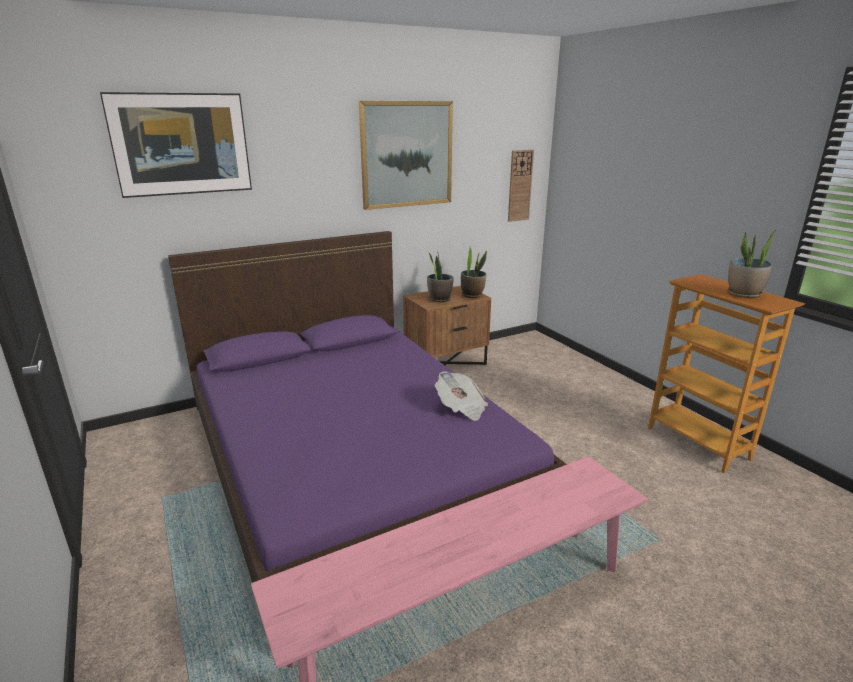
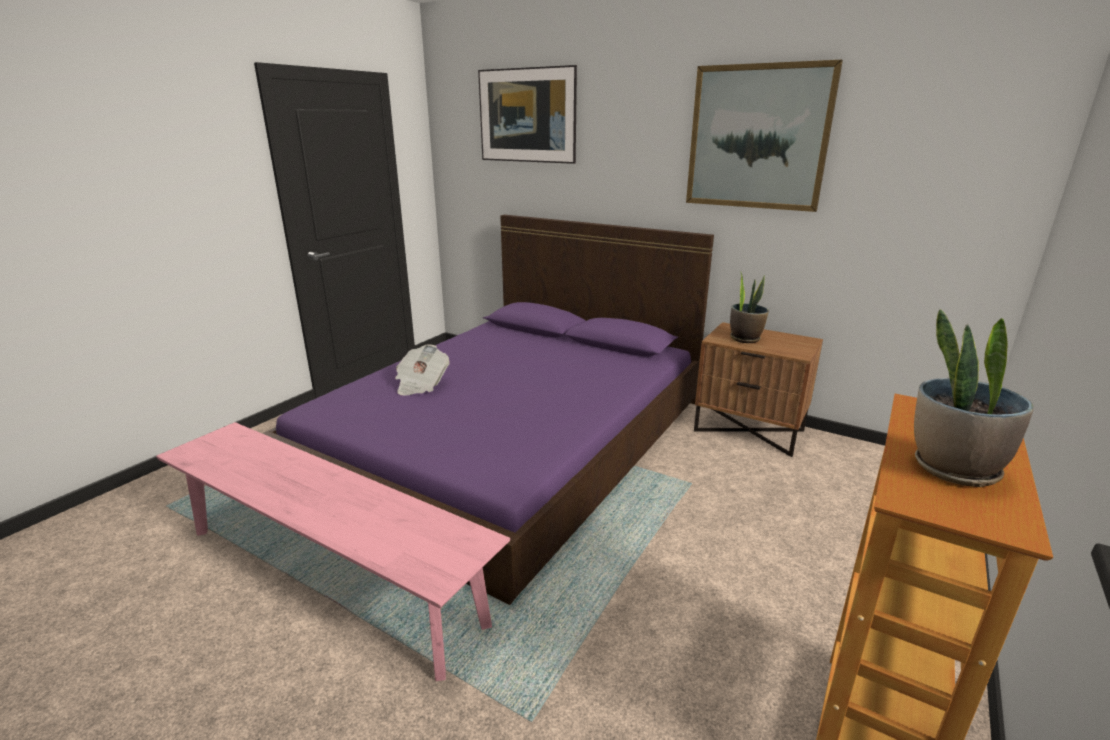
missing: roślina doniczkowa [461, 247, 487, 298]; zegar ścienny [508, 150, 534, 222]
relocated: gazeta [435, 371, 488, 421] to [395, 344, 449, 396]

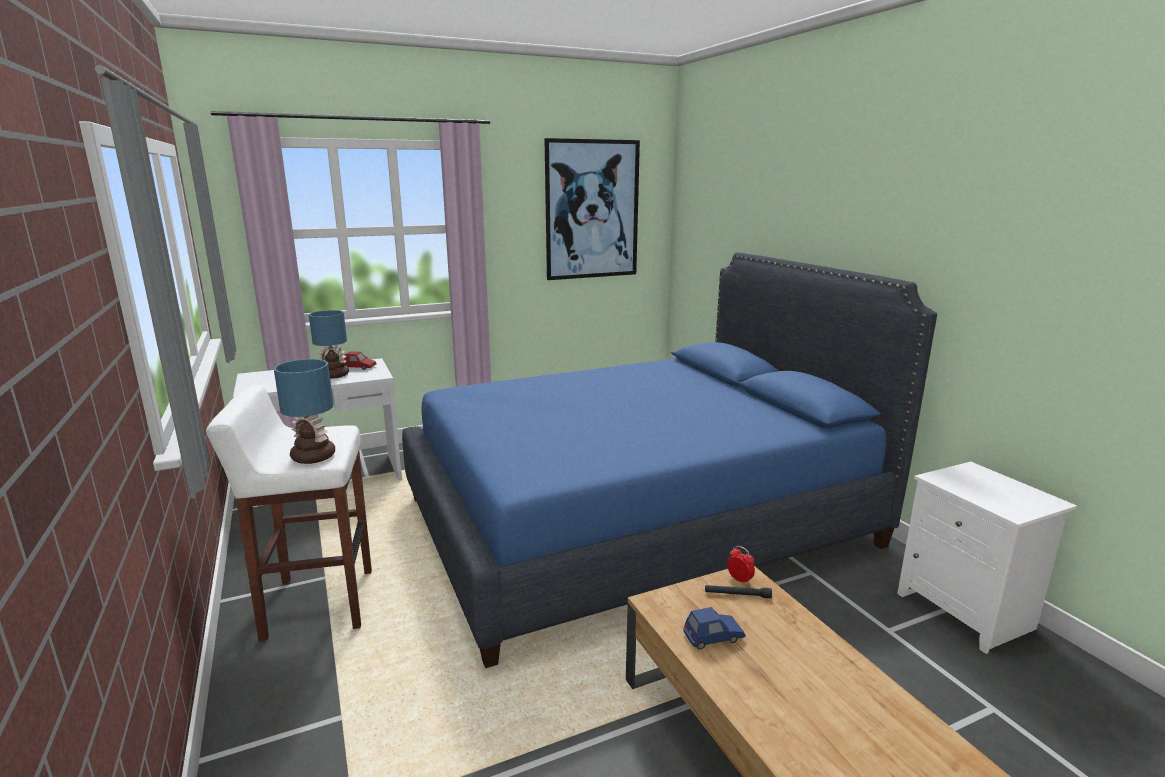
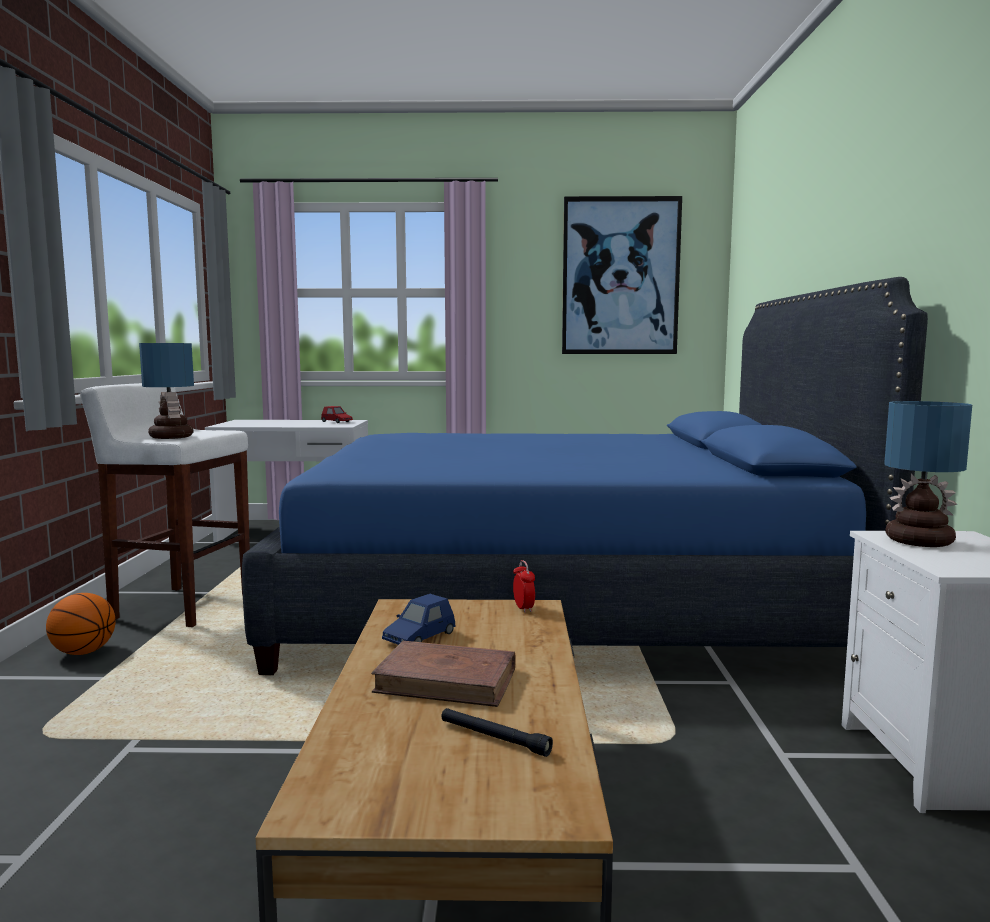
appeared: piłka do koszykówki [46, 593, 116, 655]; książka/brązowy [371, 641, 516, 707]
relocated: lampa stołowa [309, 310, 349, 379] to [884, 401, 972, 547]; latarka/czarny [705, 585, 772, 598] to [441, 708, 553, 757]
spun: samochodzik/niebieski [683, 607, 746, 650] = [382, 594, 455, 645] 120 degrees clockwise

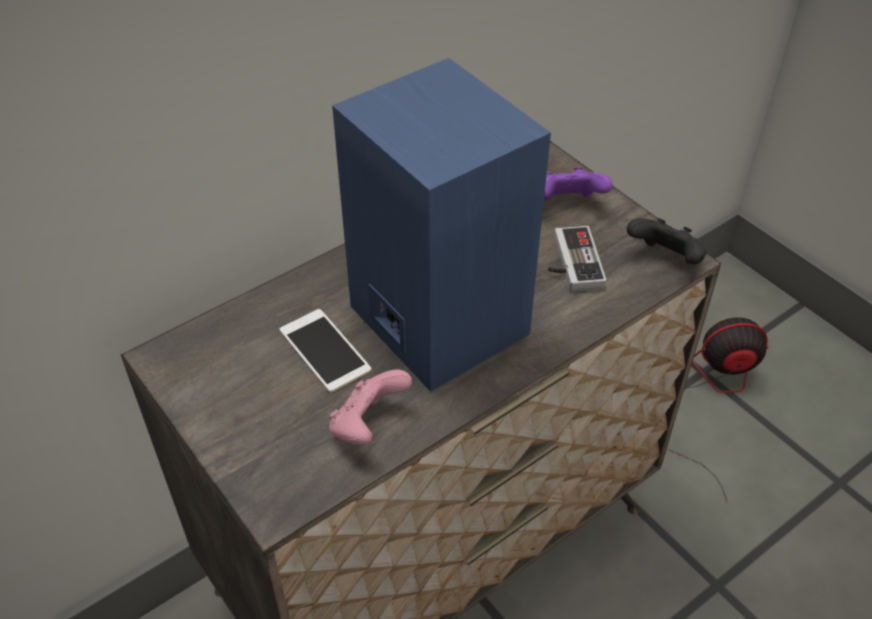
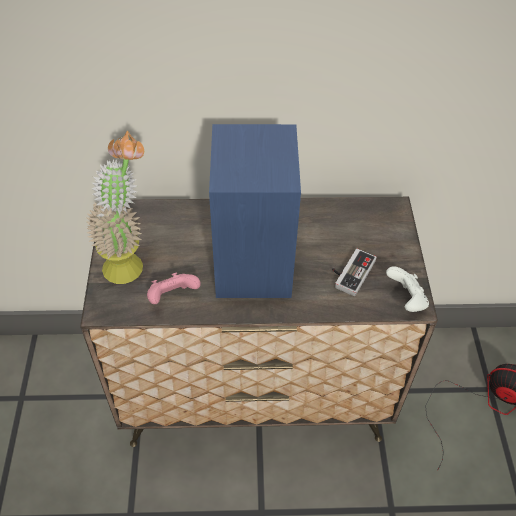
missing: telefon [280, 309, 372, 392]; pad do gier/fioletowy [544, 166, 612, 200]
appeared: roślina doniczkowa [86, 131, 144, 284]
colour: pad do gier/czarny [627, 218, 707, 264] to pad do gier/biały [386, 266, 429, 312]

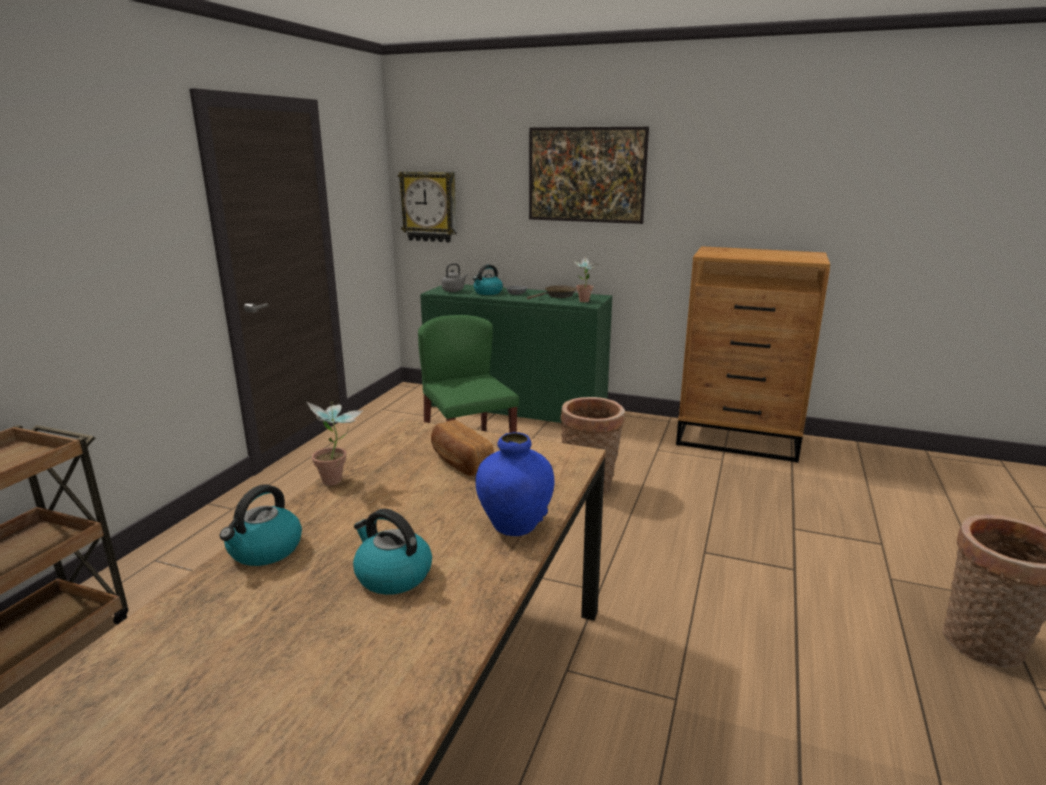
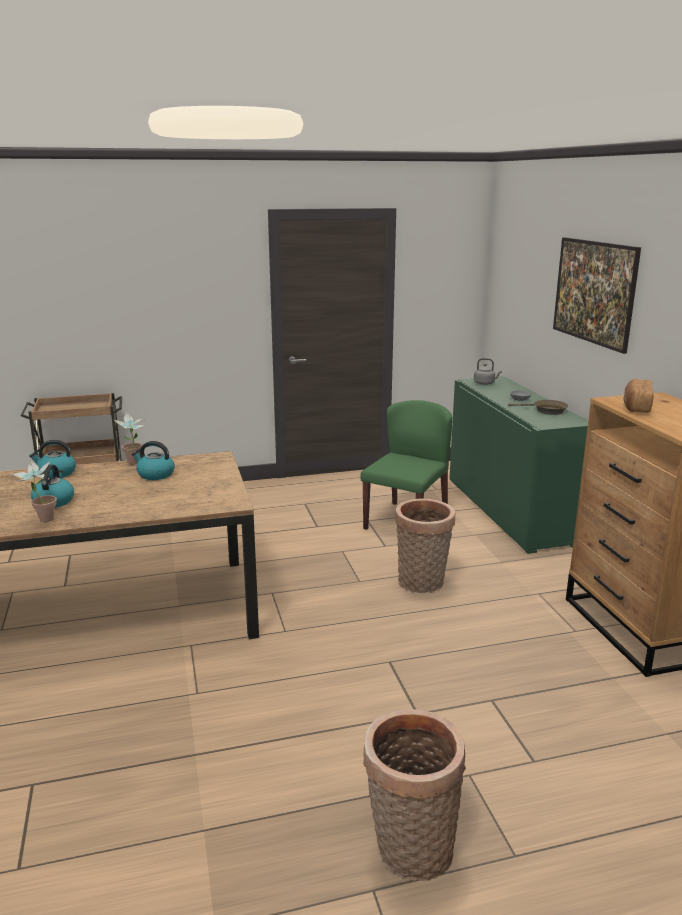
missing: zegar ścienny [398, 171, 457, 242]; wazon/niebieski [475, 432, 554, 536]
relocated: chleb [431, 420, 494, 476] to [623, 379, 653, 413]; czajnik [473, 264, 503, 295] to [132, 441, 175, 480]; roślina doniczkowa [572, 256, 596, 302] to [11, 461, 57, 522]

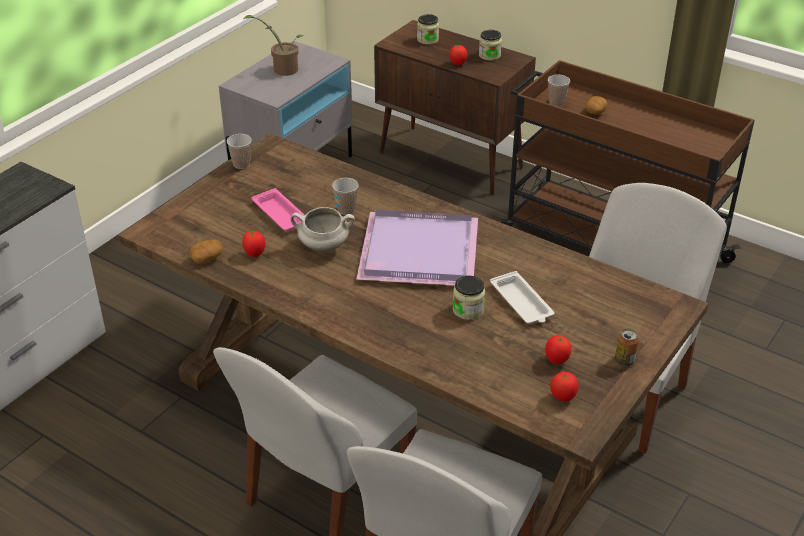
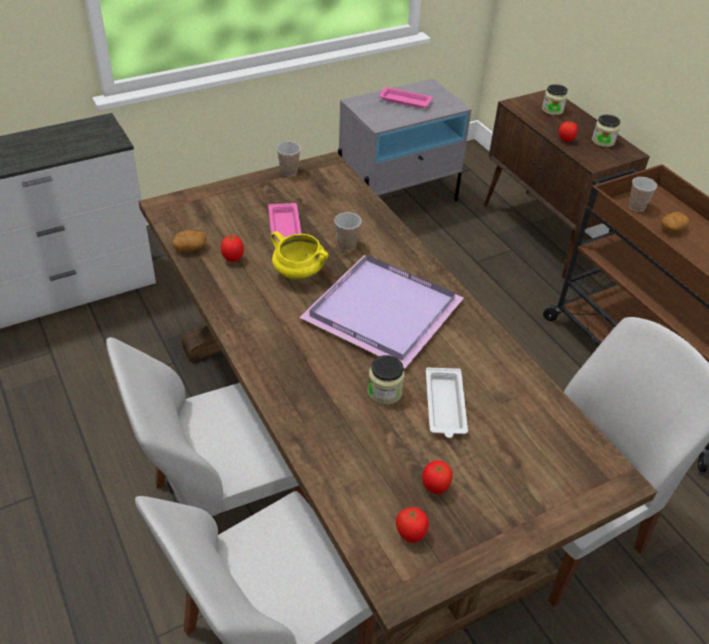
missing: puszka [615, 329, 639, 366]
exchanged: roślina doniczkowa [244, 15, 304, 76] to taca/różowy [379, 87, 433, 108]
colour: garnek/biały [290, 207, 355, 252] to garnek/żółty [271, 231, 329, 280]

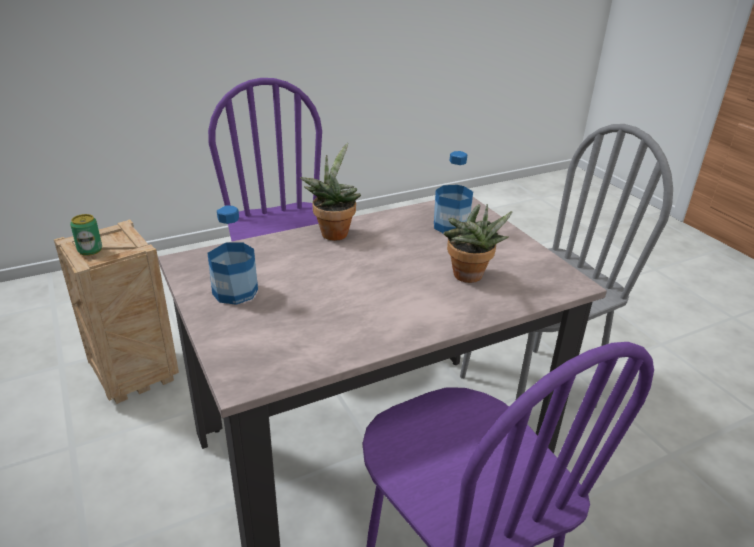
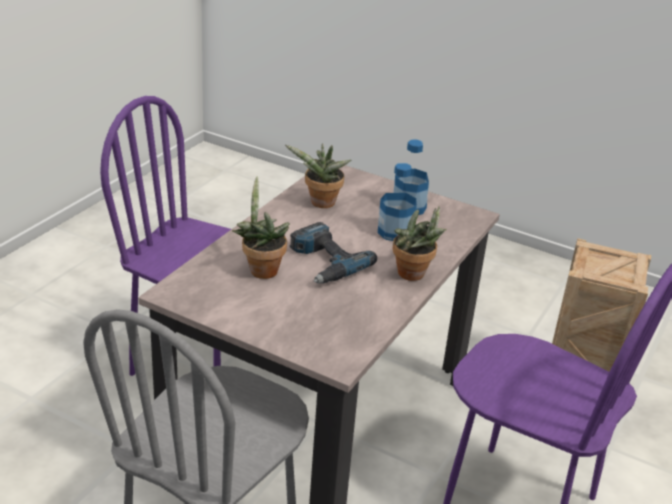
missing: puszka [70, 214, 102, 256]
appeared: roślina doniczkowa [285, 143, 351, 208]; wiertarka [290, 222, 377, 284]
relocated: butelka [434, 151, 473, 233] to [378, 163, 417, 241]

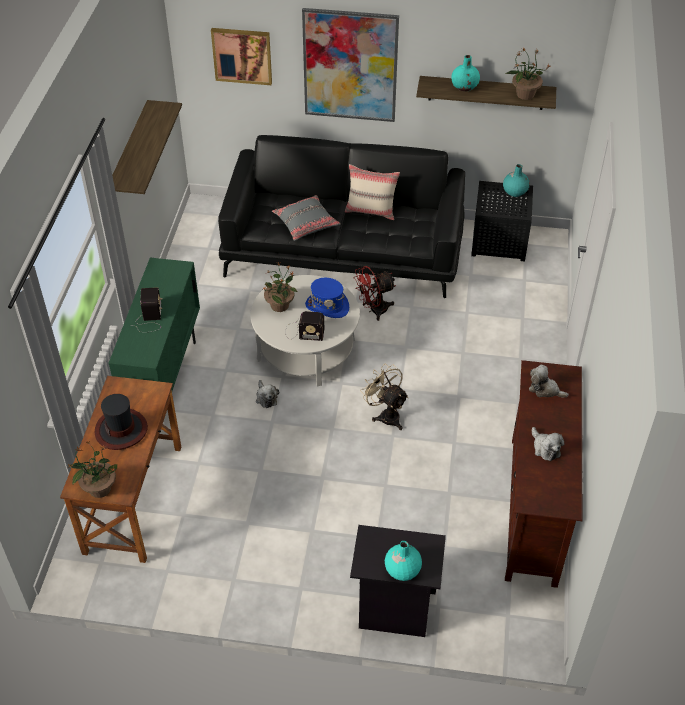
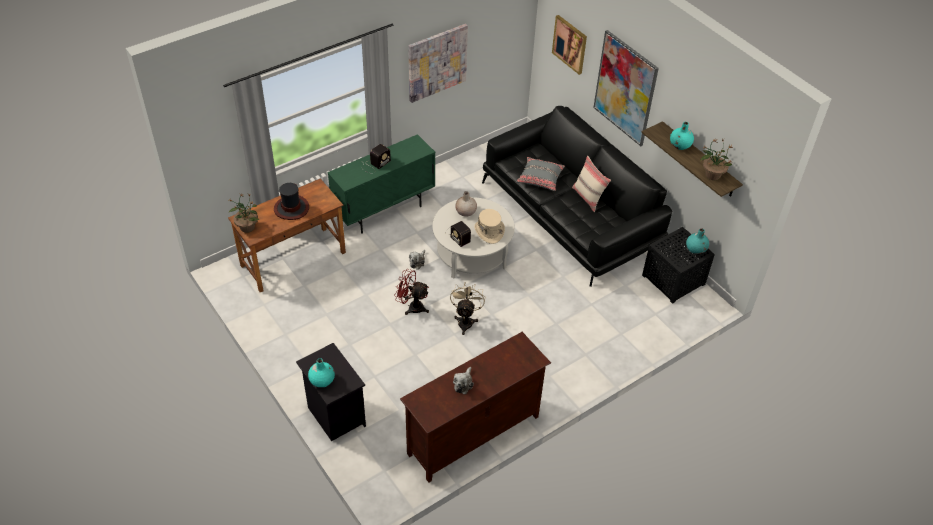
missing: pluszak [529, 364, 569, 398]
relocated: wentylator/czerwony [355, 266, 396, 321] to [394, 269, 429, 315]
exchanged: półka [112, 100, 182, 194] to obraz [408, 24, 468, 103]; roślina doniczkowa [263, 262, 297, 312] to wazon/beżowy [455, 191, 477, 217]
colour: kapelusz/niebieski [305, 278, 349, 318] to kapelusz/beżowy [474, 209, 505, 244]

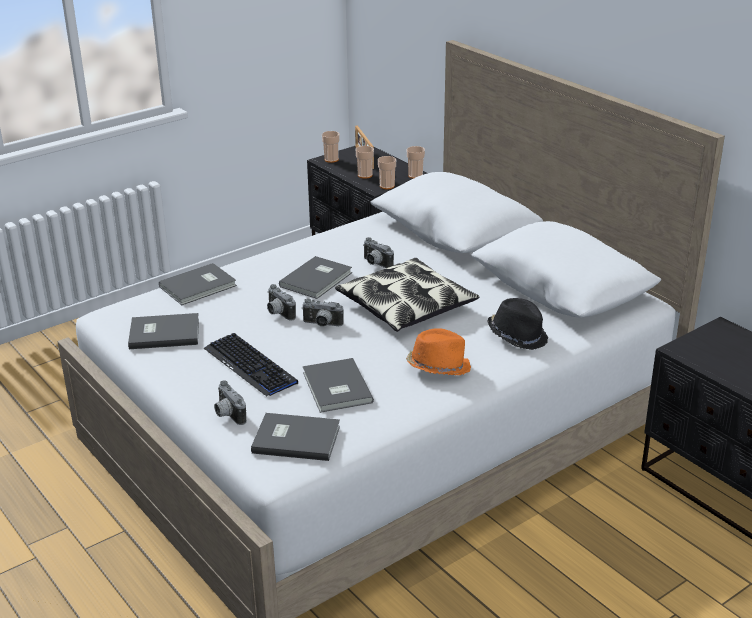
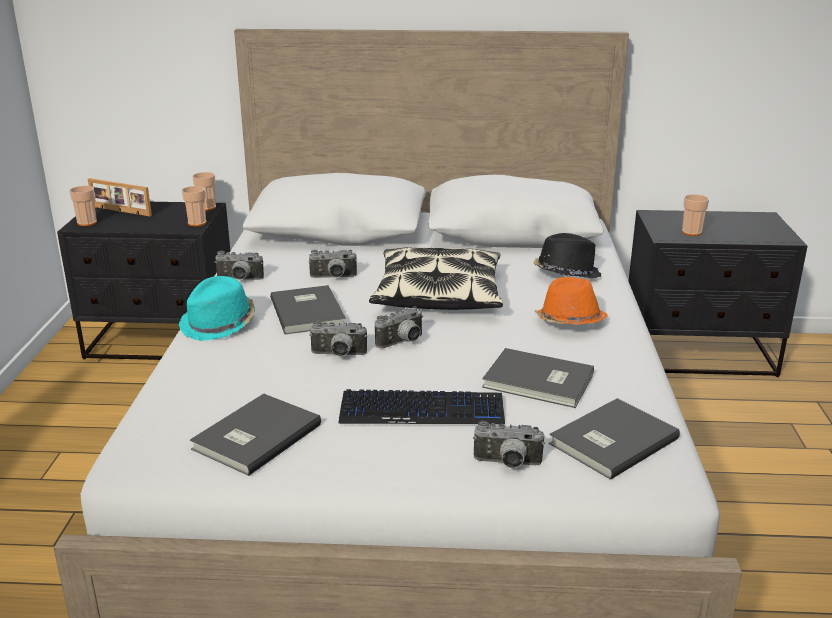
missing: książka/szary [159, 263, 237, 305]
appeared: kapelusz/turkusowy [179, 276, 255, 341]; aparat fotograficzny [214, 251, 264, 280]
relocated: filiżanka [356, 146, 374, 179] to [682, 194, 709, 236]

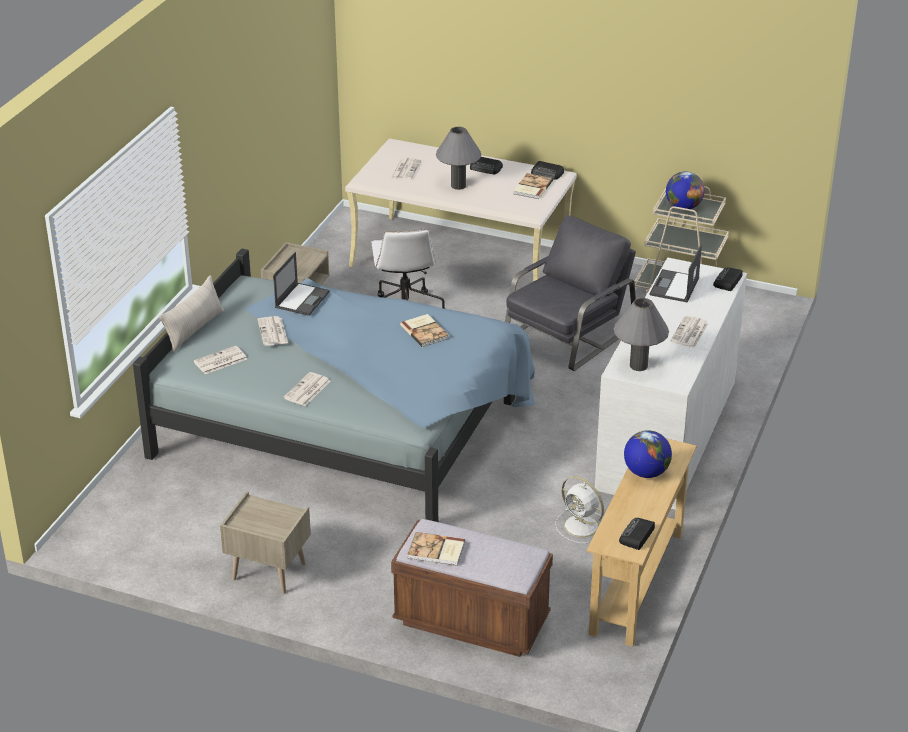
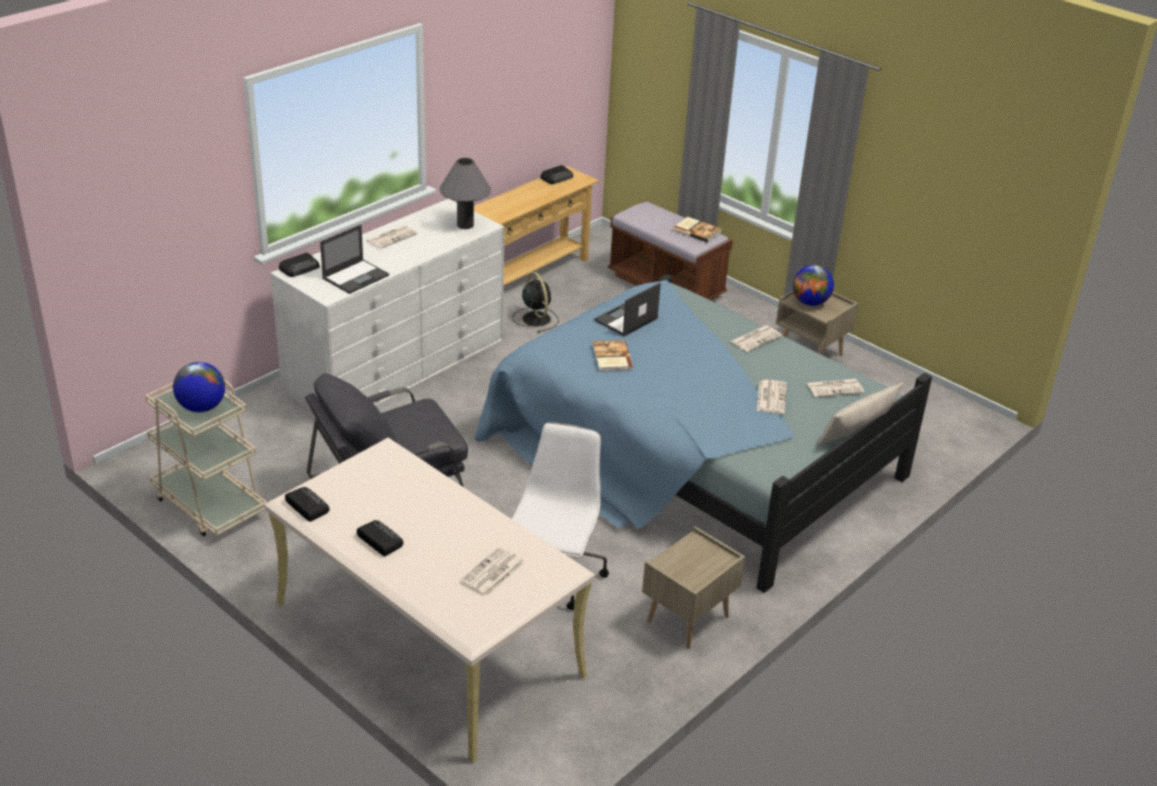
missing: lampa stołowa/szary [436, 127, 481, 190]; książka [513, 173, 553, 199]
relocated: laptop [273, 252, 330, 316] to [594, 282, 661, 337]; globus [624, 430, 672, 478] to [793, 265, 834, 306]
colour: wentylator/biały [555, 476, 604, 543] to wentylator/czarny [513, 272, 559, 333]

